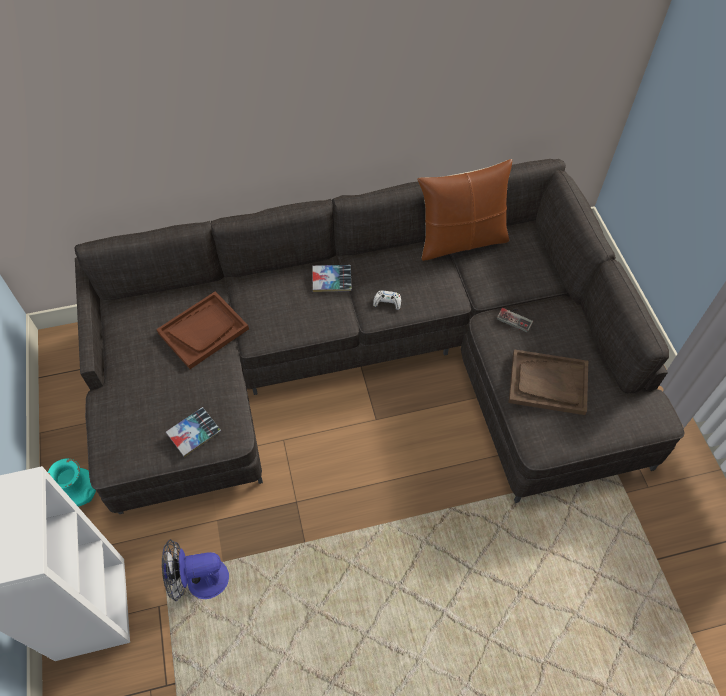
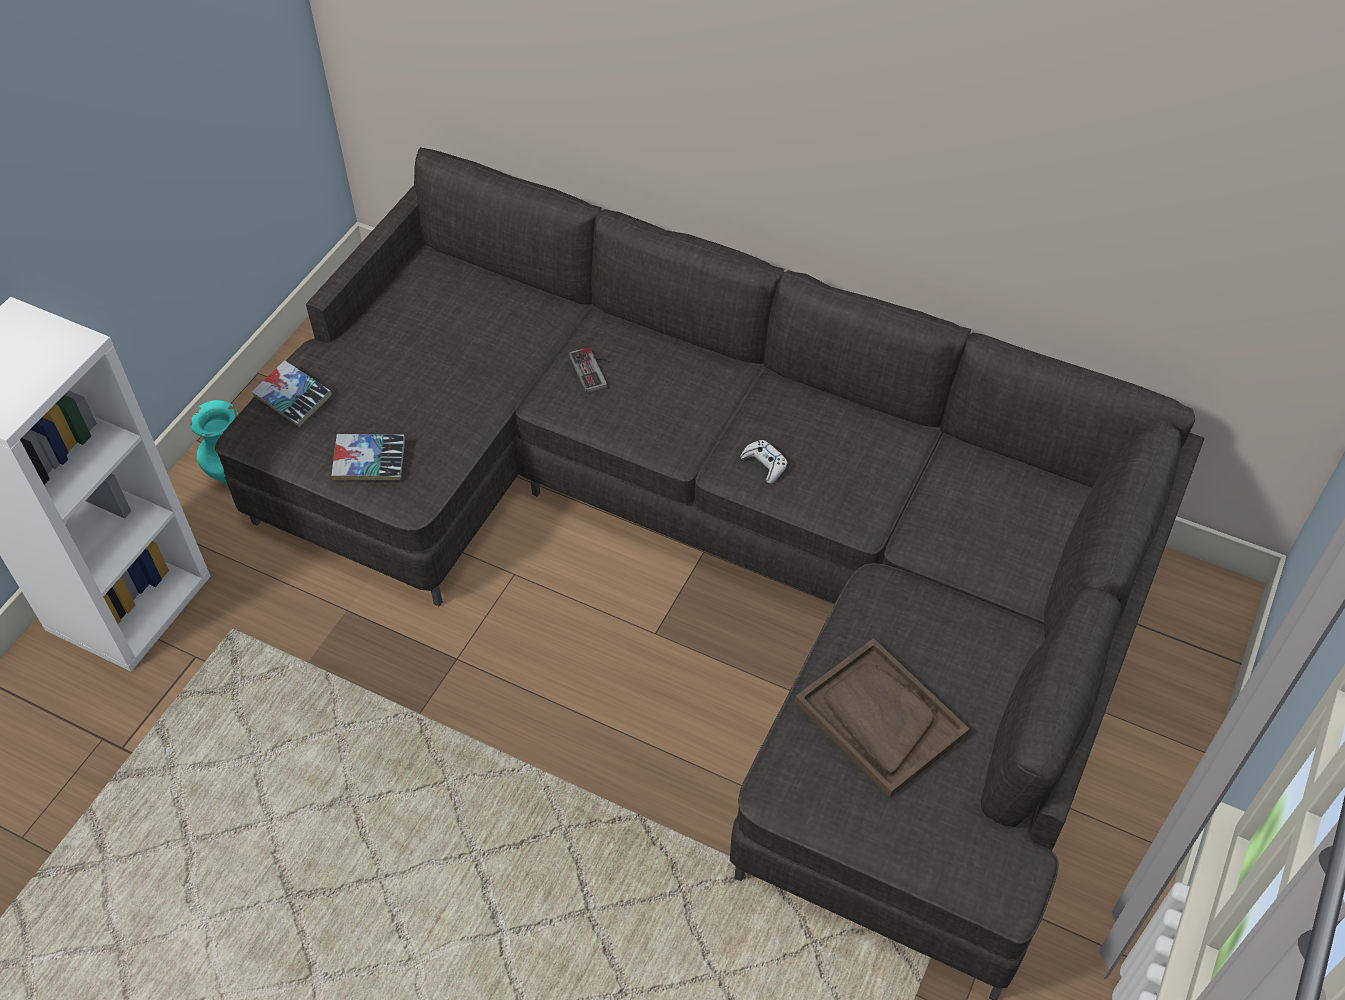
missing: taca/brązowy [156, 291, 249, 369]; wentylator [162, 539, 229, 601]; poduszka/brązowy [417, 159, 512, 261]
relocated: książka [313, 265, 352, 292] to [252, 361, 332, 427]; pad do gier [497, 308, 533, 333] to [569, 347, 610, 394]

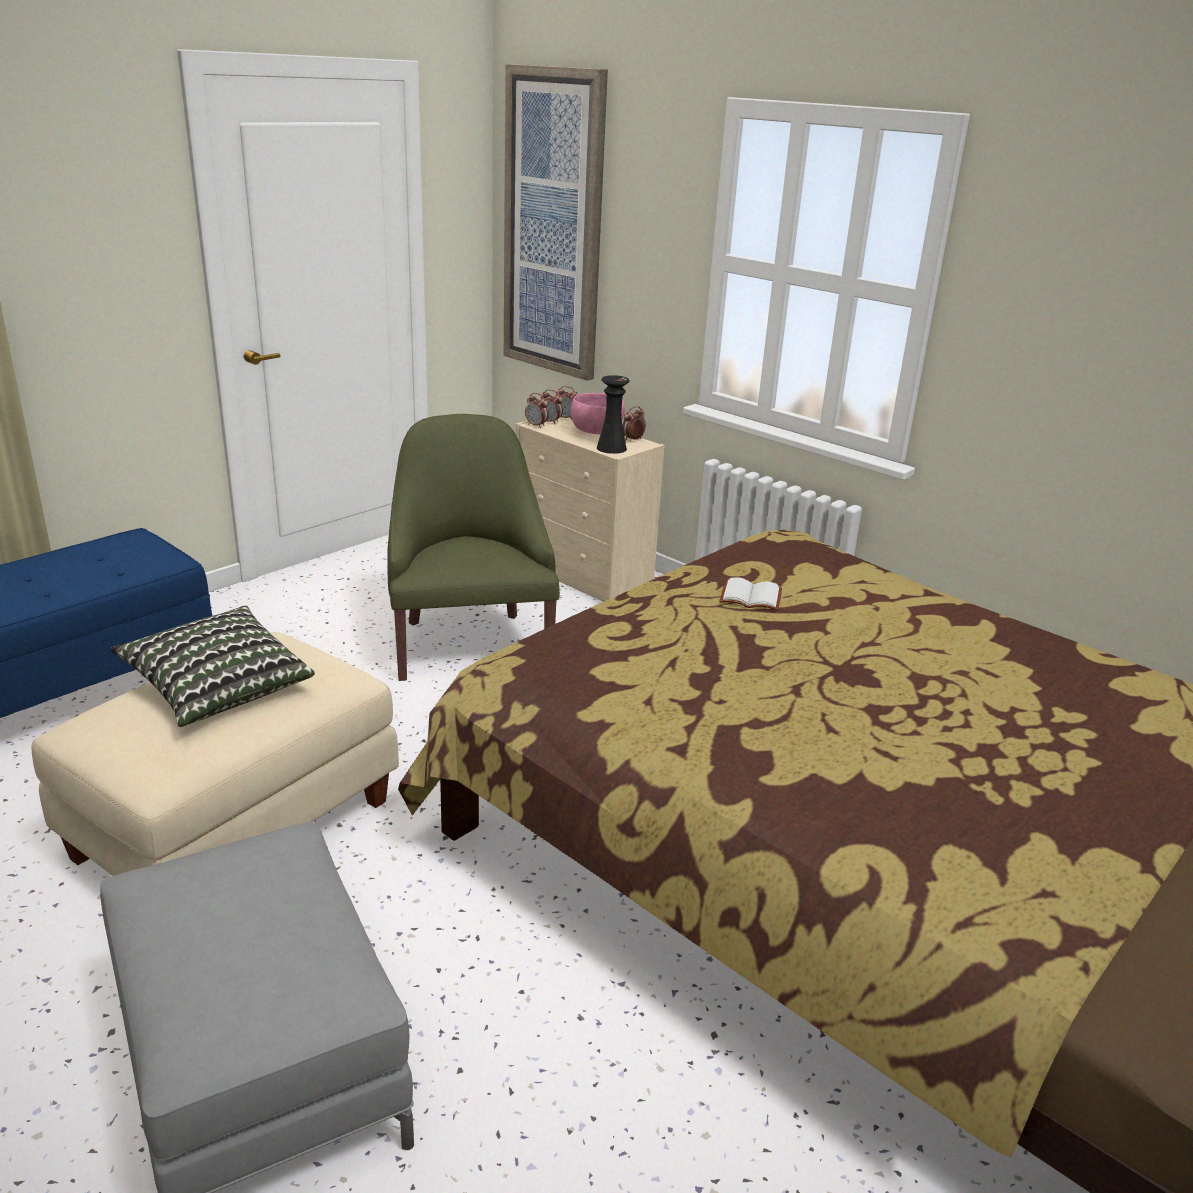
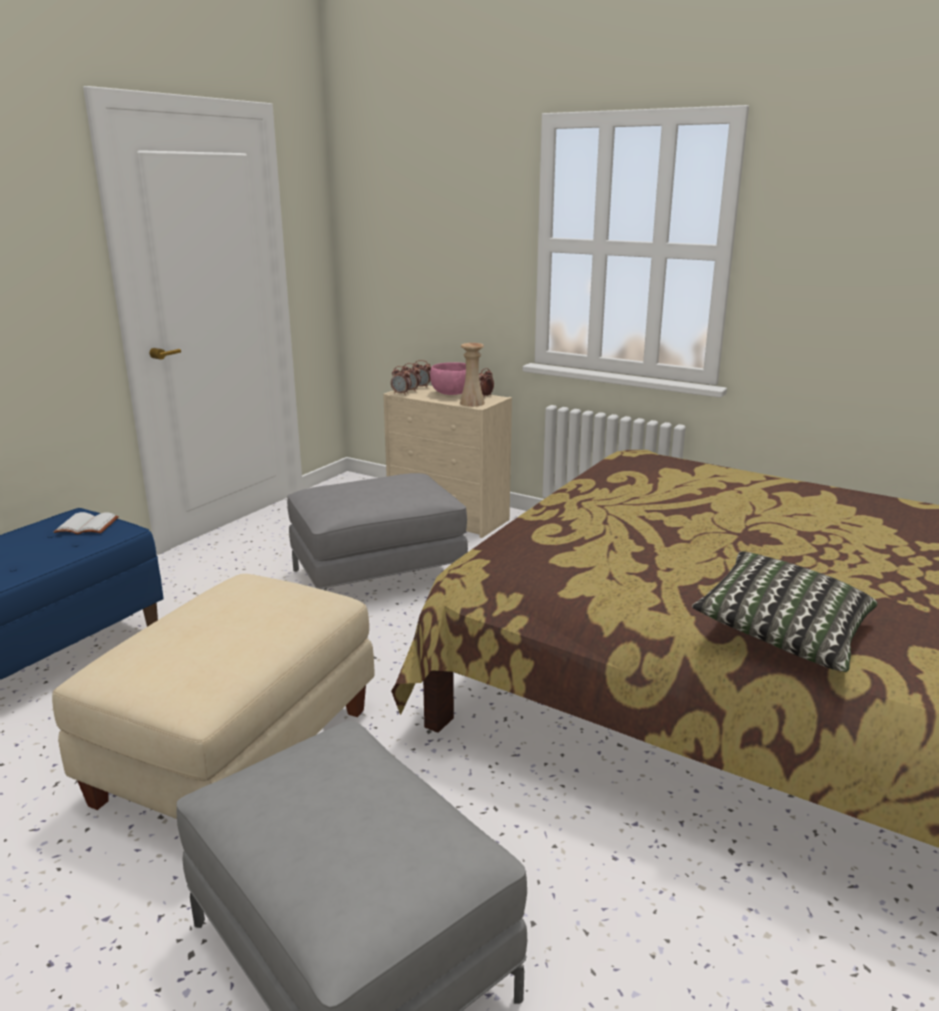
missing: obraz [504, 64, 608, 381]
relocated: poduszka [111, 606, 315, 727] to [692, 551, 877, 672]; książka/biały [720, 577, 782, 611] to [54, 512, 119, 534]
exchanged: fotel/zielony [387, 414, 560, 681] to pufa/szary [287, 473, 468, 591]
colour: wazon/czarny [597, 375, 629, 454] to wazon/beżowy [460, 343, 485, 407]

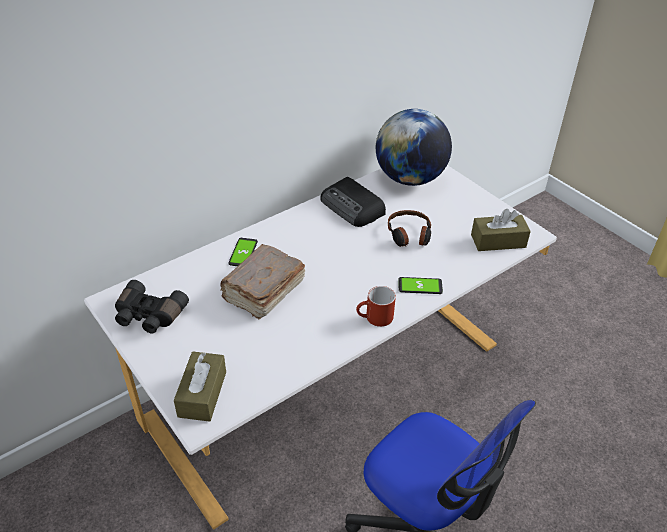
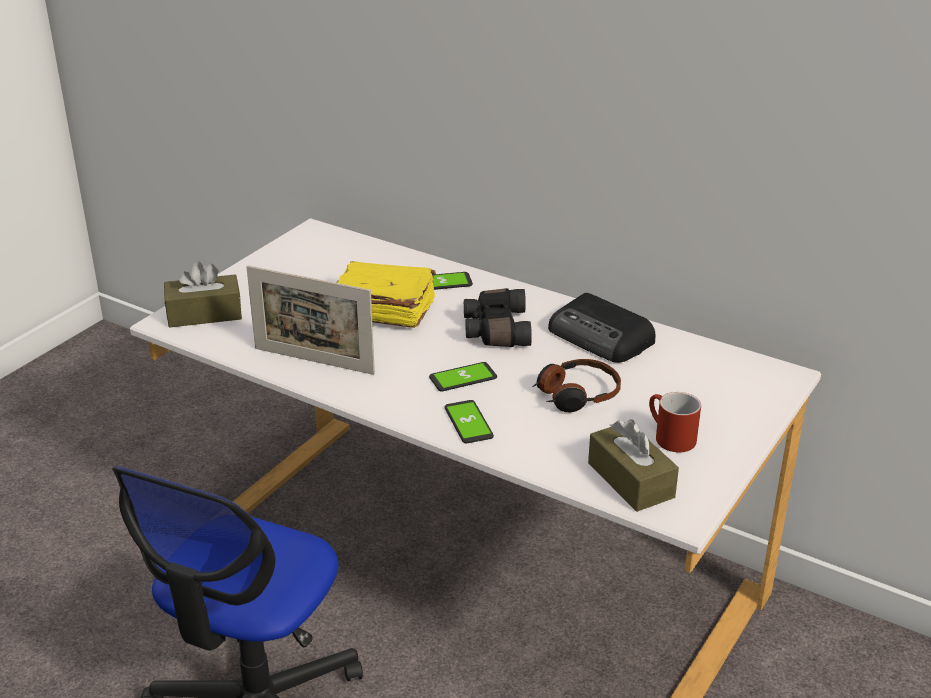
missing: globus [376, 109, 452, 186]
appeared: ramka na zdjęcie [246, 265, 375, 375]; telefon [429, 362, 497, 392]
relocated: lornetka/czarny [115, 280, 189, 333] to [464, 288, 532, 347]; kubek/czerwony [356, 286, 396, 327] to [649, 392, 701, 452]
colour: książka/brązowy [220, 244, 305, 320] to książka/żółty [336, 261, 436, 328]
spun: radio [320, 177, 386, 227] = [548, 293, 655, 363] 75 degrees counterclockwise

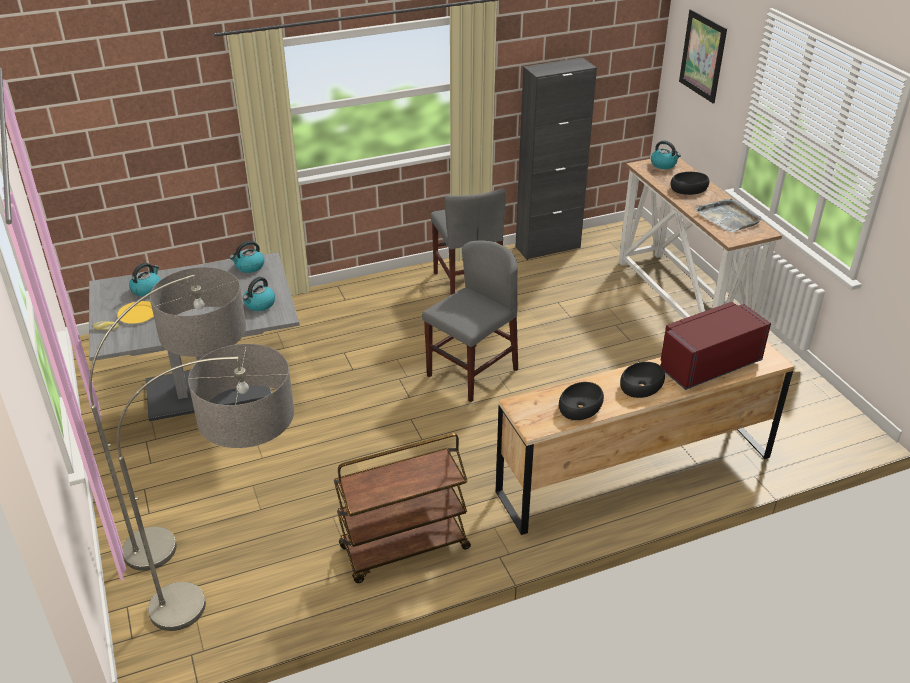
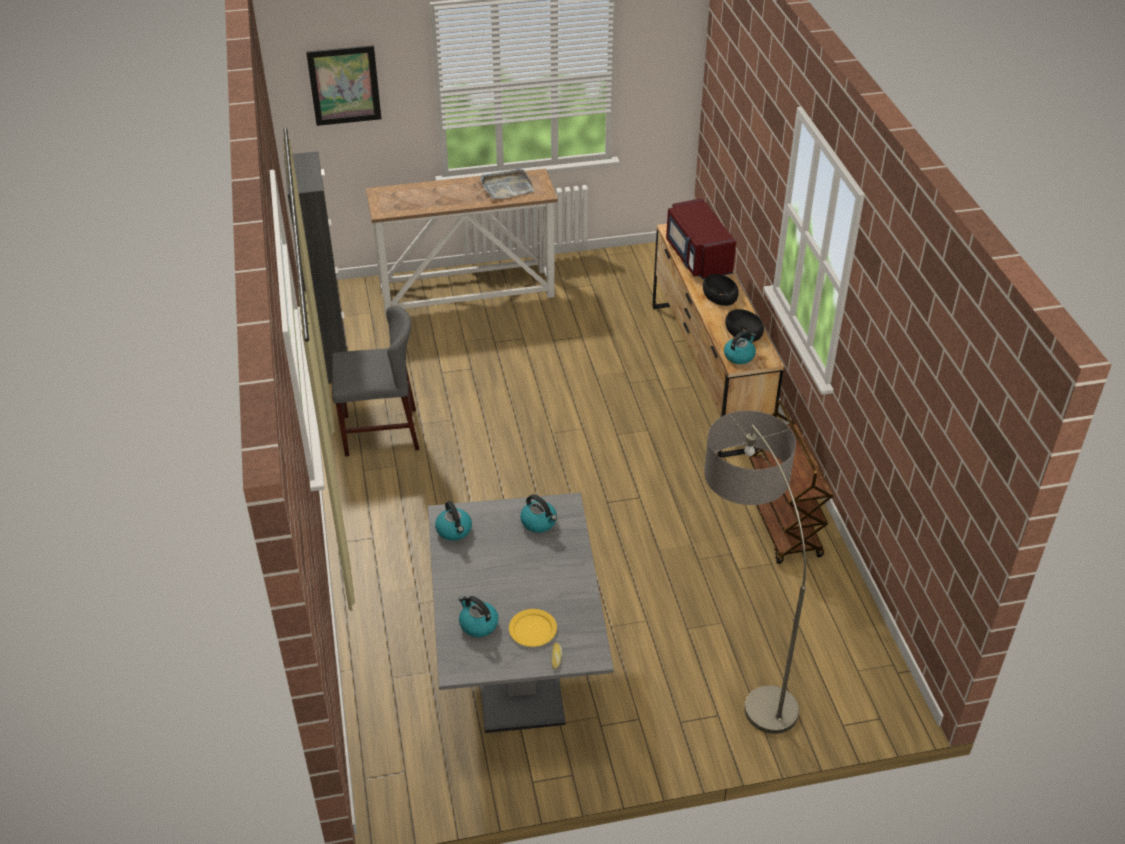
missing: lampa stojąca [117, 344, 294, 631]; krzesło/szary [422, 241, 518, 402]; miska/czarny [671, 172, 709, 195]
relocated: czajnik [651, 140, 681, 169] to [724, 331, 756, 364]

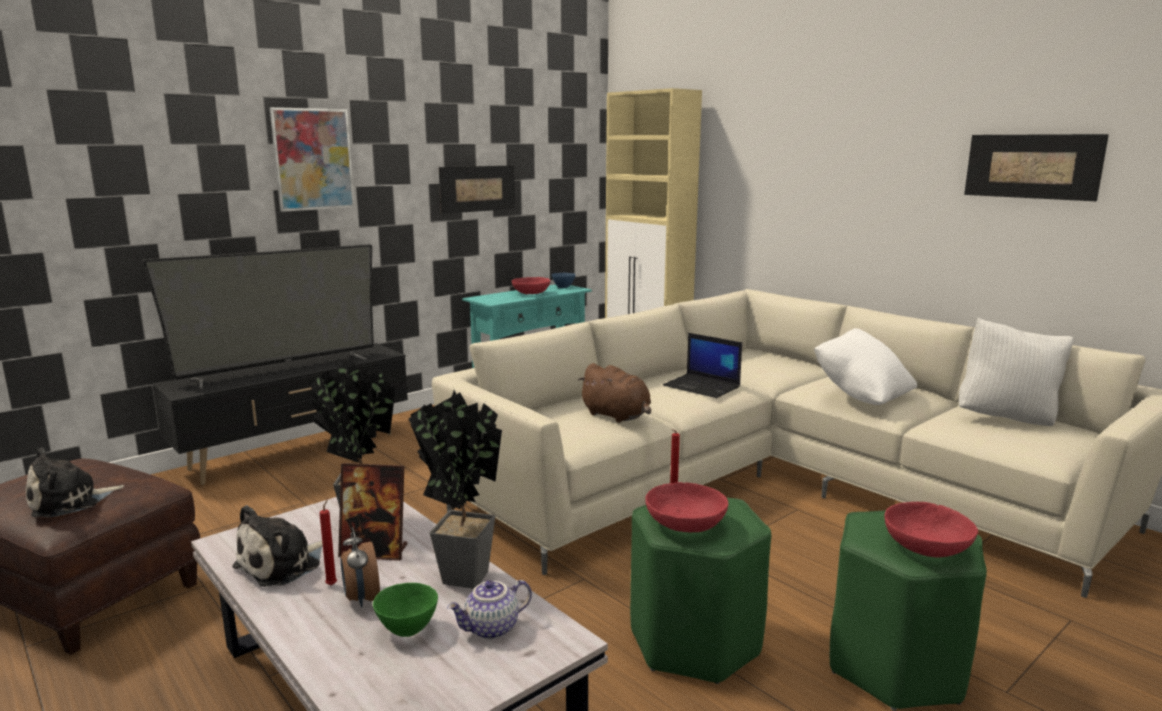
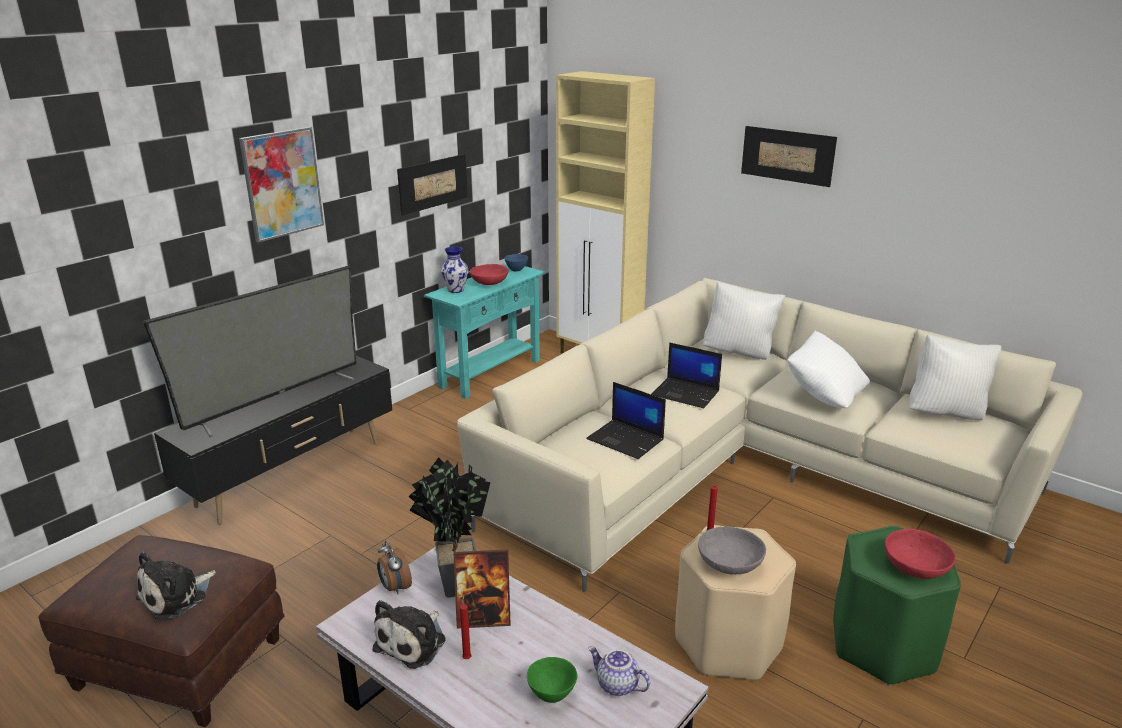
missing: roślina doniczkowa [408, 390, 502, 589]
appeared: wazon [441, 246, 468, 293]; poduszka/biały [703, 281, 785, 360]
relocated: budzik [341, 527, 380, 608] to [377, 541, 412, 594]; obraz [964, 134, 1109, 201] to [741, 126, 837, 187]
exchanged: pluszak/brązowy [578, 363, 651, 423] to laptop [586, 382, 666, 459]
colour: stołek/zielony [630, 497, 771, 684] to stołek/beżowy [675, 525, 796, 680]; miska/czerwony [645, 482, 728, 532] to miska/szary [698, 526, 766, 575]
spun: imbryk [447, 580, 532, 639] = [588, 646, 650, 696] 75 degrees clockwise

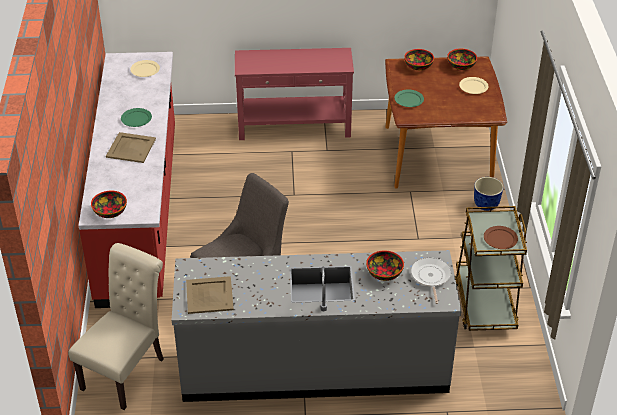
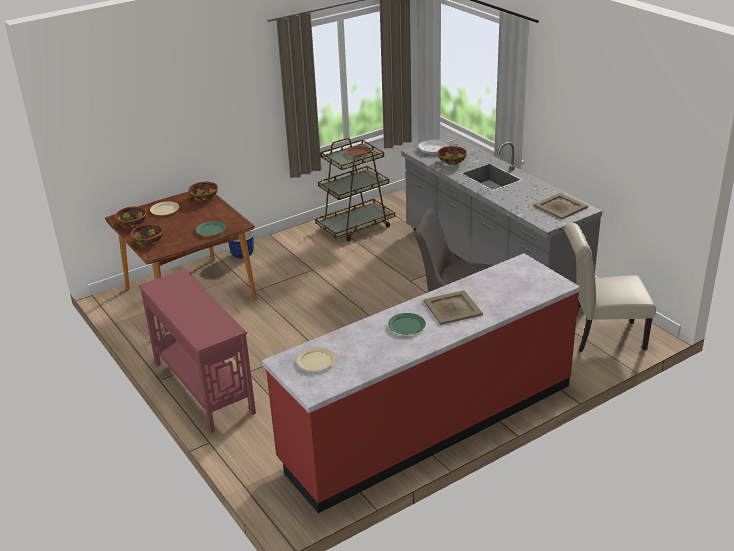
relocated: miska [91, 191, 127, 218] to [188, 182, 218, 201]

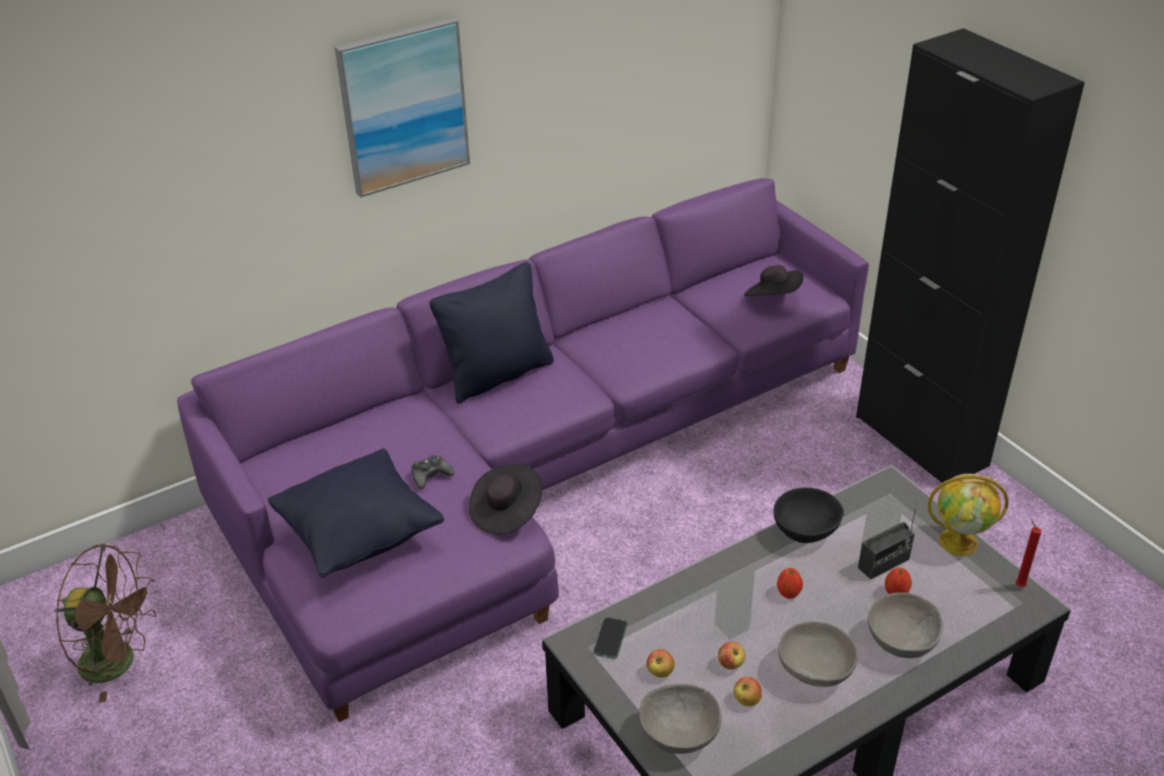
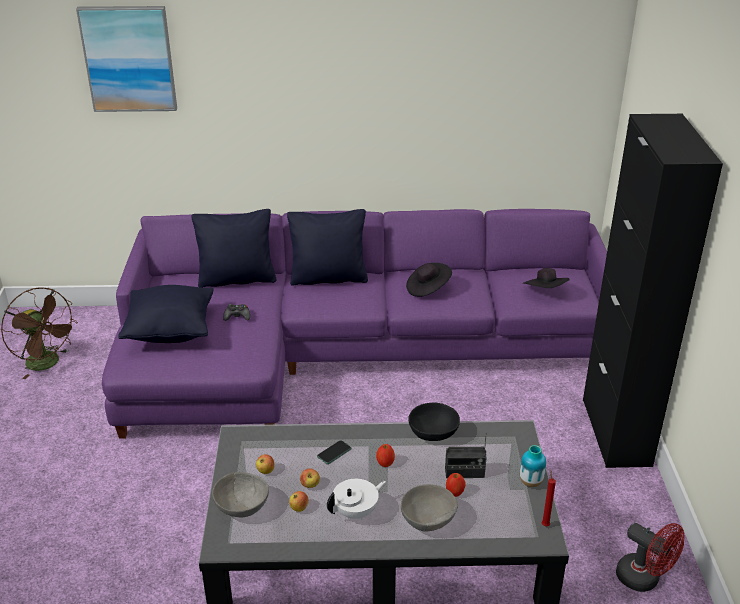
appeared: poduszka/czarny [191, 209, 277, 288]; wentylator/czerwony [616, 523, 684, 592]
relocated: obraz [335, 17, 470, 198] to [76, 6, 177, 112]; kapelusz/czarny [469, 465, 542, 535] to [406, 263, 452, 297]; telefon [594, 617, 628, 659] to [317, 440, 351, 464]
exchanged: miska/szary [778, 621, 858, 687] to imbryk/biały [327, 479, 386, 520]; globus [928, 474, 1009, 556] to wazon [520, 445, 546, 487]

